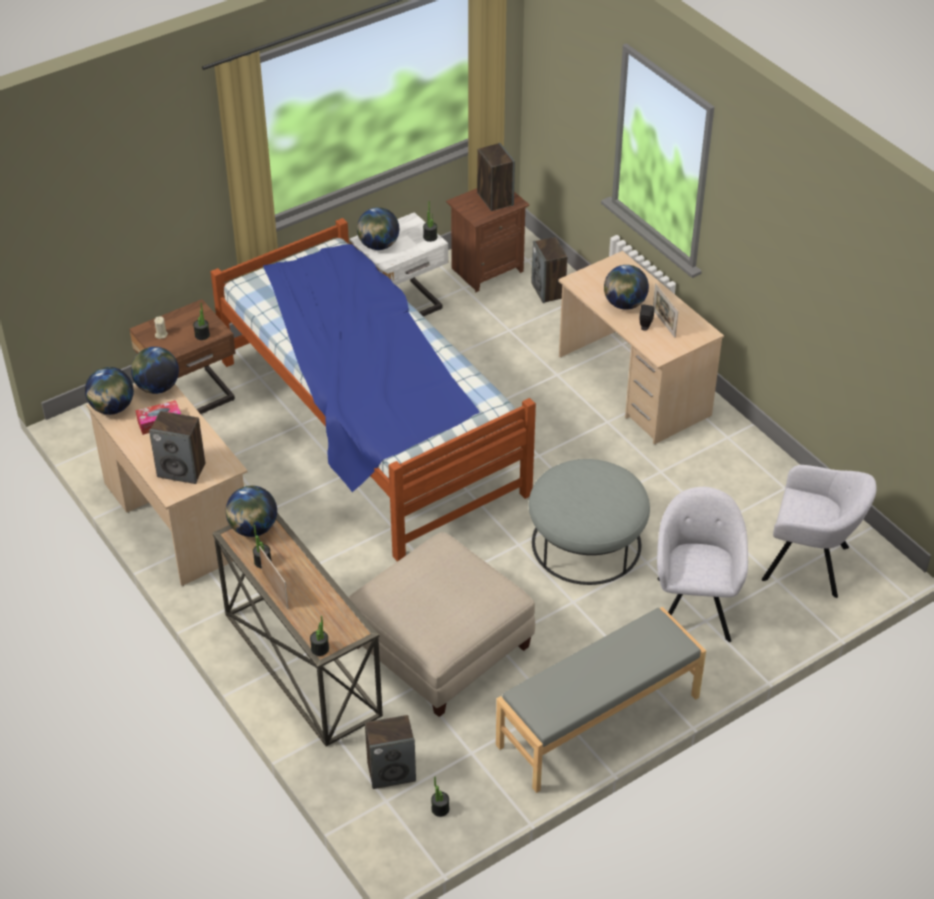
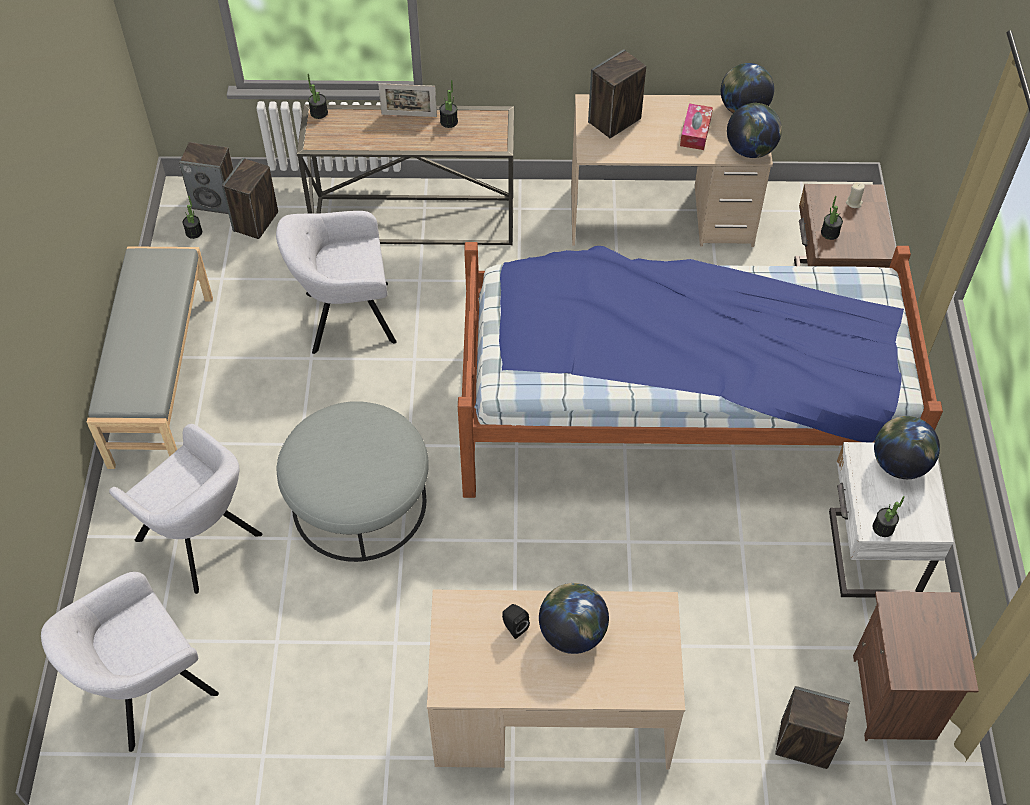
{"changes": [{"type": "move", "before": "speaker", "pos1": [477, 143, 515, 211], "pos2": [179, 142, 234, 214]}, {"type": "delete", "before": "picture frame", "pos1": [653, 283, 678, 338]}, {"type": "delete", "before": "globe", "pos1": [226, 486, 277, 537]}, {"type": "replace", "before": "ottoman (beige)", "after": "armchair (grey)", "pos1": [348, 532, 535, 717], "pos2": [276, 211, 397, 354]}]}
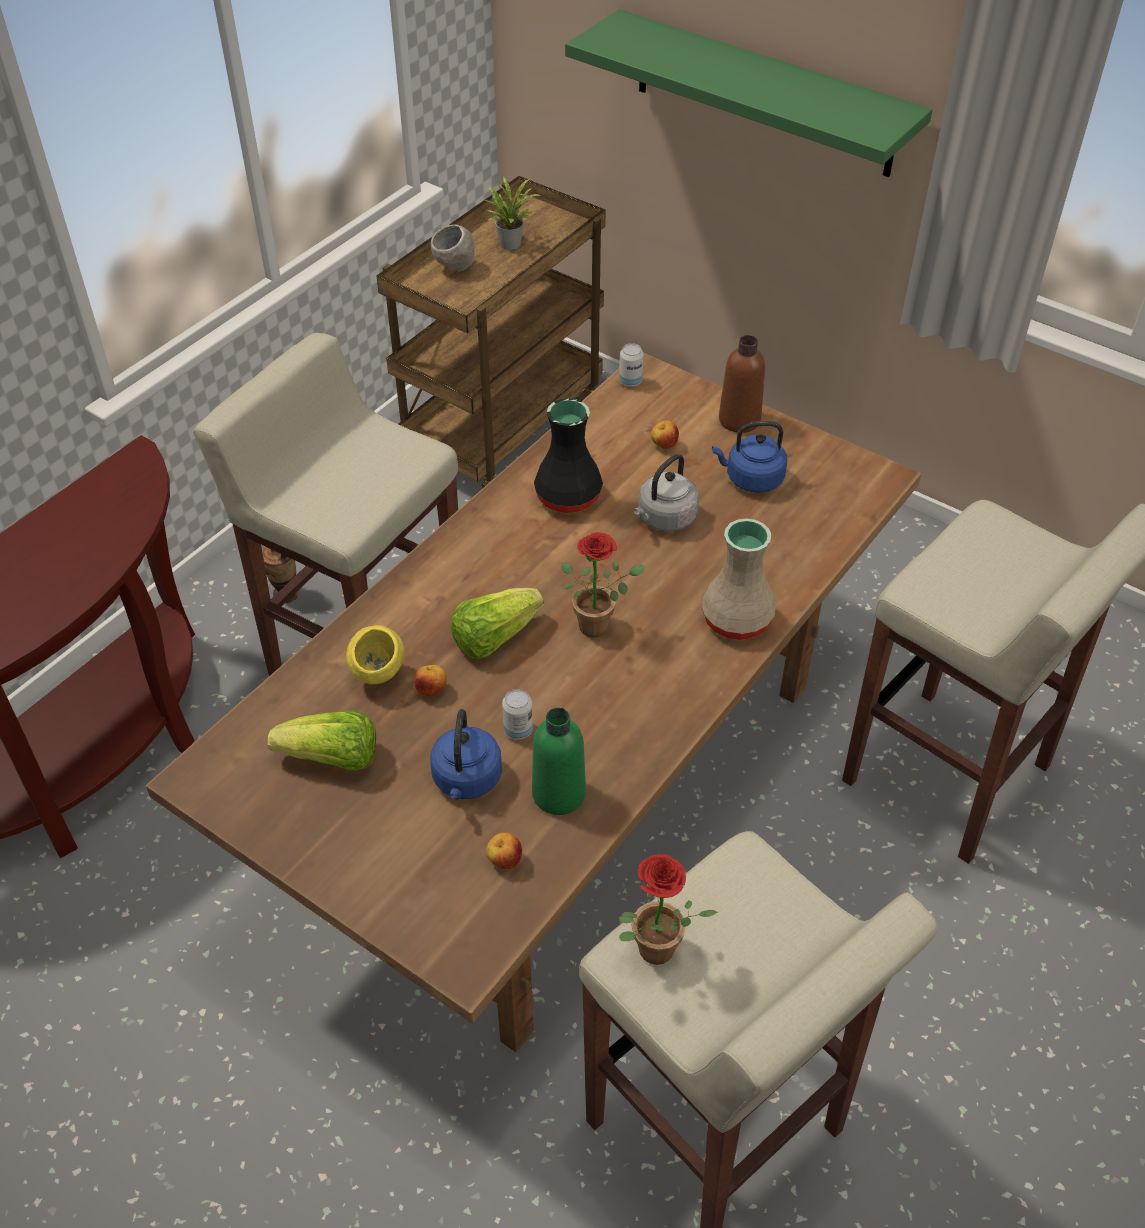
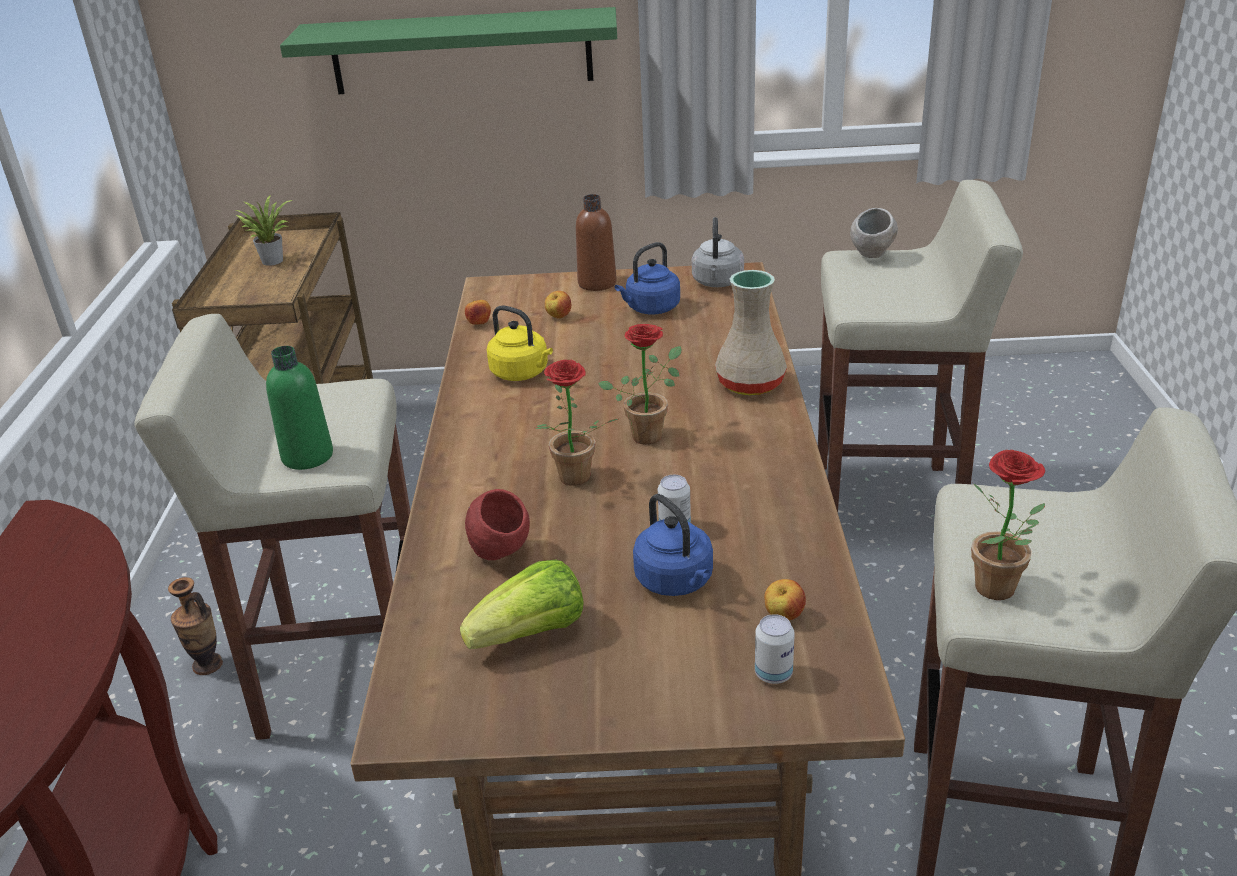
{"changes": [{"type": "move", "before": "bowl (grey)", "pos1": [431, 224, 475, 272], "pos2": [850, 208, 898, 258]}, {"type": "move", "before": "can", "pos1": [619, 343, 644, 387], "pos2": [755, 614, 795, 684]}, {"type": "replace", "before": "vase (black)", "after": "kettle (yellow)", "pos1": [534, 398, 603, 513], "pos2": [487, 305, 553, 381]}, {"type": "move", "before": "kettle (grey)", "pos1": [633, 454, 699, 531], "pos2": [692, 217, 744, 287]}, {"type": "replace", "before": "lettuce", "after": "potted plant", "pos1": [451, 588, 544, 660], "pos2": [535, 359, 618, 486]}, {"type": "recolor", "before": "bowl (yellow)", "after": "bowl (red)", "pos1": [346, 625, 405, 684], "pos2": [465, 489, 530, 560]}, {"type": "move", "before": "apple", "pos1": [414, 665, 447, 696], "pos2": [465, 300, 491, 324]}, {"type": "move", "before": "bottle (green)", "pos1": [532, 707, 586, 815], "pos2": [266, 346, 333, 470]}]}
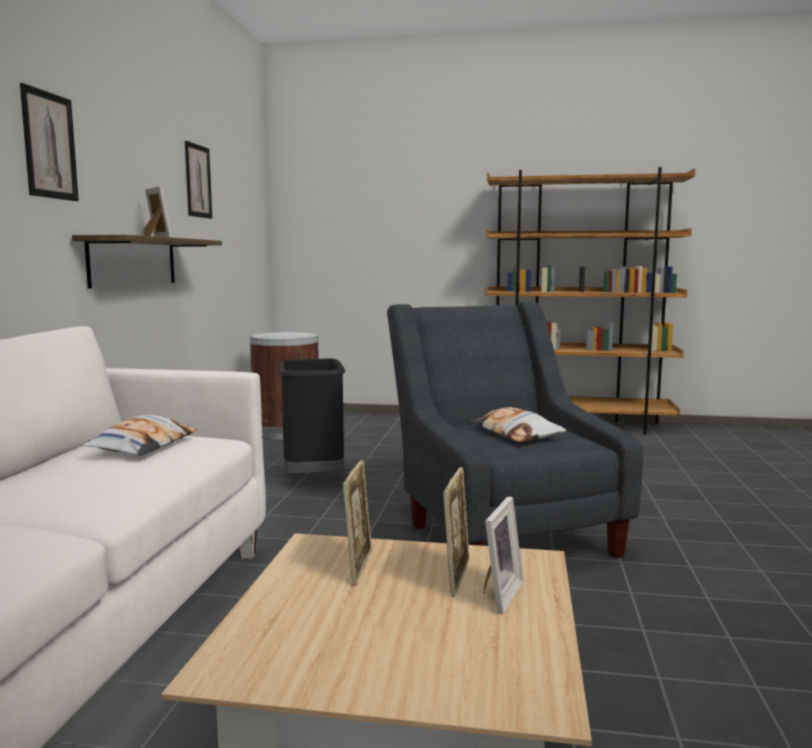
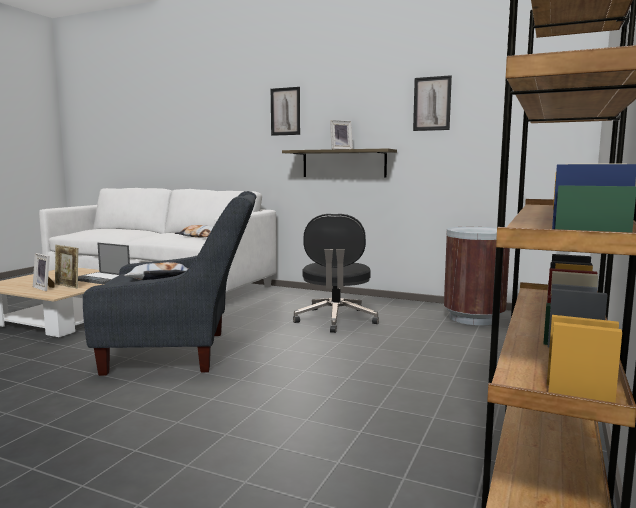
{"changes": [{"type": "replace", "before": "trash can (black)", "after": "office chair (black)", "pos1": [279, 358, 345, 474], "pos2": [293, 214, 379, 333]}, {"type": "replace", "before": "picture frame", "after": "laptop", "pos1": [343, 460, 372, 585], "pos2": [78, 243, 130, 284]}]}
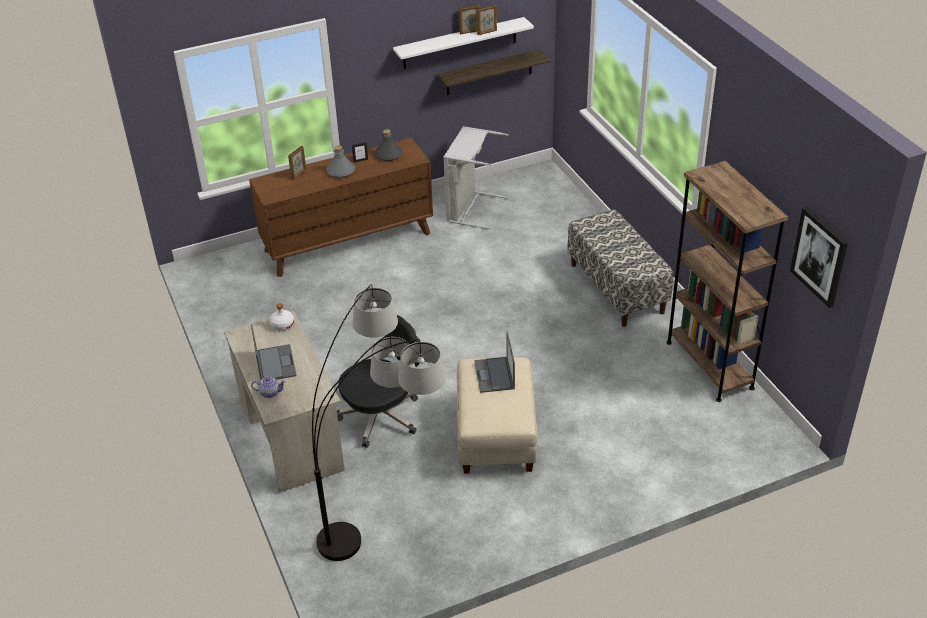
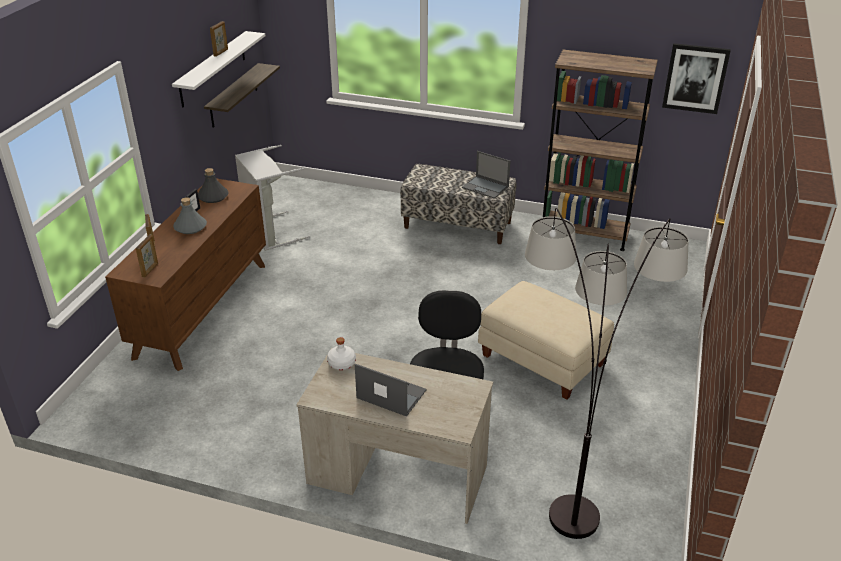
{"changes": [{"type": "move", "before": "picture frame", "pos1": [477, 4, 497, 35], "pos2": [136, 235, 158, 277]}, {"type": "move", "before": "laptop", "pos1": [474, 332, 515, 393], "pos2": [462, 151, 511, 199]}, {"type": "delete", "before": "teapot", "pos1": [251, 376, 286, 398]}]}
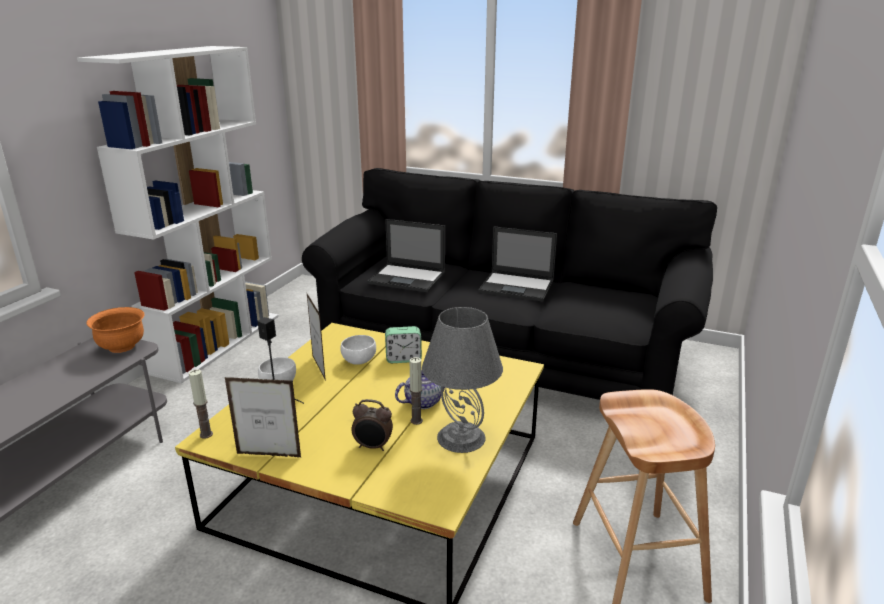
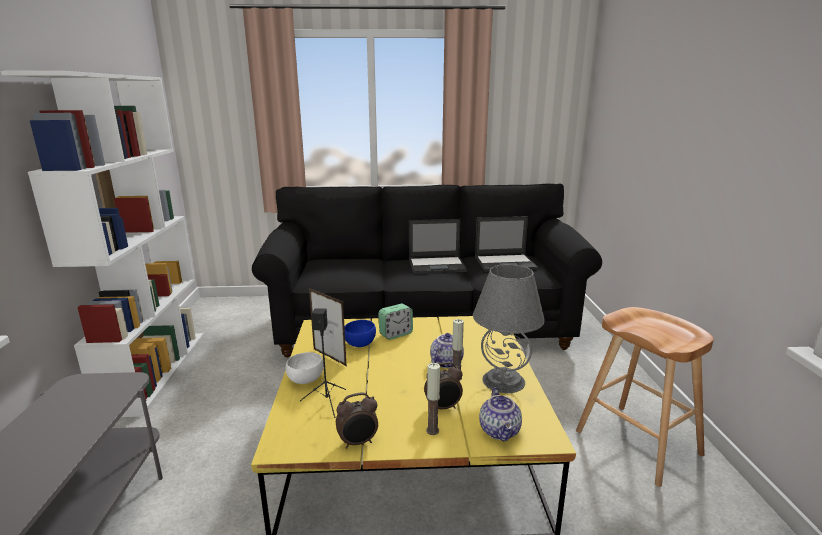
{"changes": [{"type": "move", "before": "laptop", "pos1": [367, 219, 445, 292], "pos2": [475, 216, 538, 272]}, {"type": "delete", "before": "bowl (orange)", "pos1": [86, 307, 145, 353]}, {"type": "recolor", "before": "bowl (white)", "after": "bowl (blue)", "pos1": [340, 335, 376, 365], "pos2": [344, 320, 376, 347]}, {"type": "move", "before": "candle", "pos1": [189, 369, 213, 439], "pos2": [426, 363, 440, 435]}, {"type": "replace", "before": "picture frame", "after": "alarm clock", "pos1": [225, 377, 302, 458], "pos2": [336, 393, 378, 449]}, {"type": "insert", "after": "teapot", "pos2": [479, 387, 522, 441]}]}
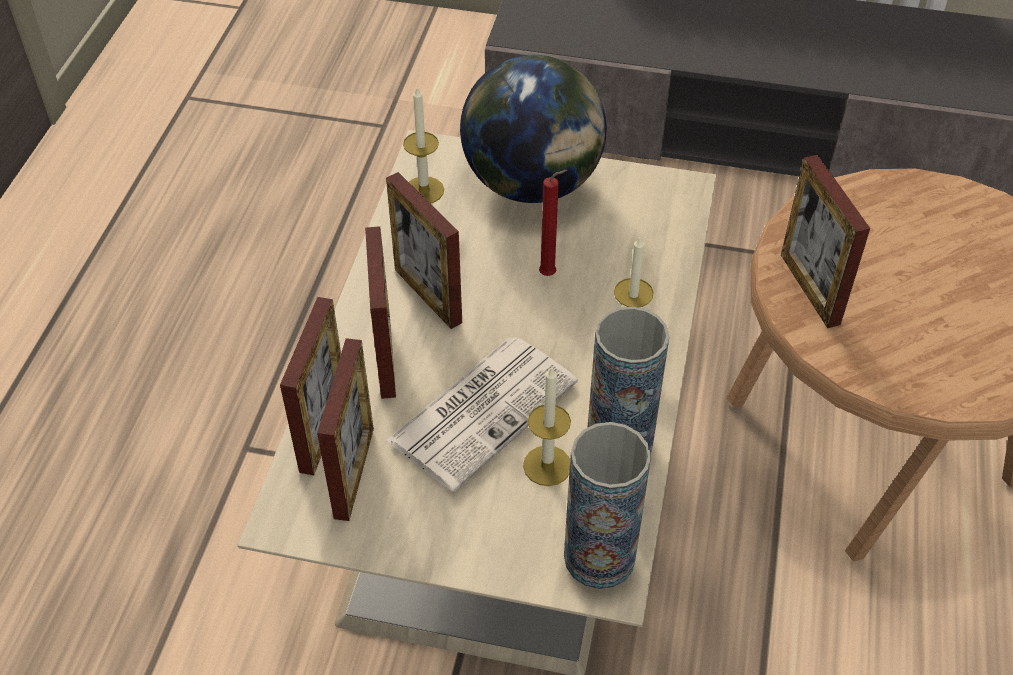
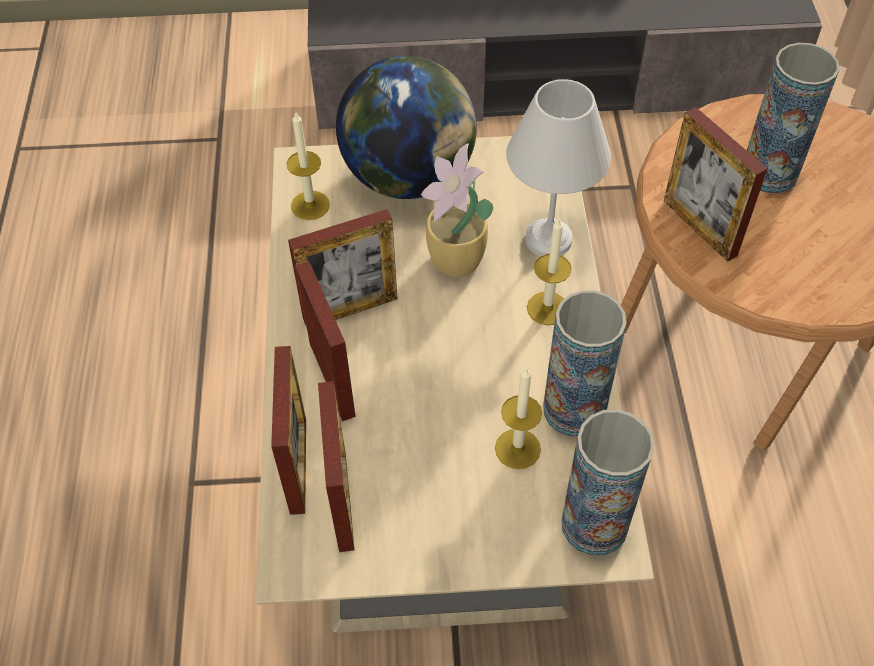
{"changes": [{"type": "replace", "before": "candle (red)", "after": "potted plant", "pos1": [539, 170, 567, 276], "pos2": [421, 143, 493, 277]}, {"type": "rotate", "before": "picture frame", "pos1": [386, 172, 462, 329], "pos2": [288, 209, 397, 325], "turn": -60}, {"type": "delete", "before": "newspaper", "pos1": [386, 337, 578, 492]}, {"type": "insert", "after": "vase", "pos2": [747, 43, 840, 194]}, {"type": "insert", "after": "table lamp (white)", "pos2": [506, 79, 611, 256]}]}
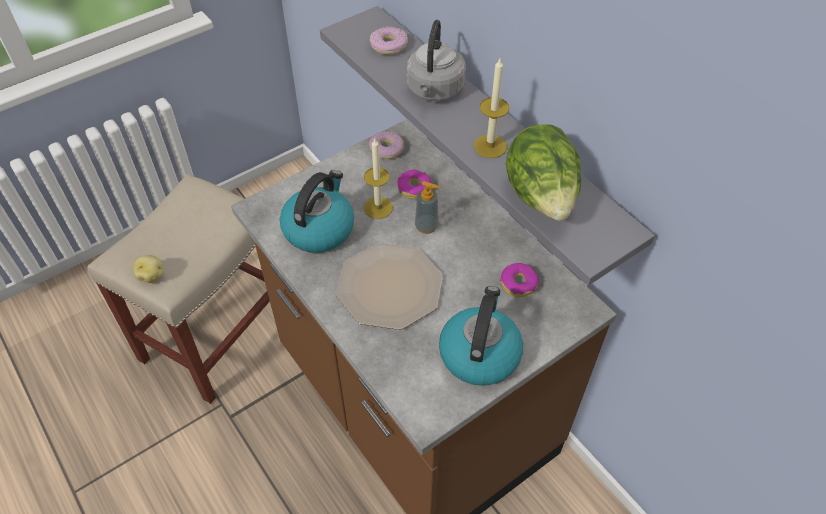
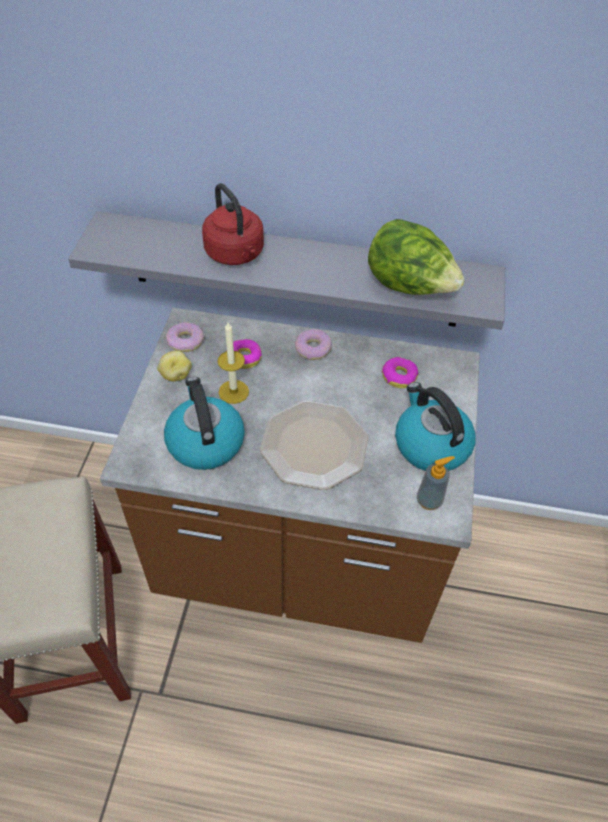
{"changes": [{"type": "recolor", "before": "kettle (grey)", "after": "kettle (red)", "pos1": [407, 20, 466, 101], "pos2": [202, 183, 264, 265]}, {"type": "move", "before": "donut", "pos1": [370, 26, 408, 55], "pos2": [295, 329, 332, 360]}, {"type": "delete", "before": "candle", "pos1": [474, 59, 509, 158]}, {"type": "move", "before": "soap dispenser", "pos1": [415, 181, 440, 234], "pos2": [417, 456, 455, 510]}, {"type": "move", "before": "potato", "pos1": [133, 255, 164, 283], "pos2": [157, 351, 192, 382]}]}
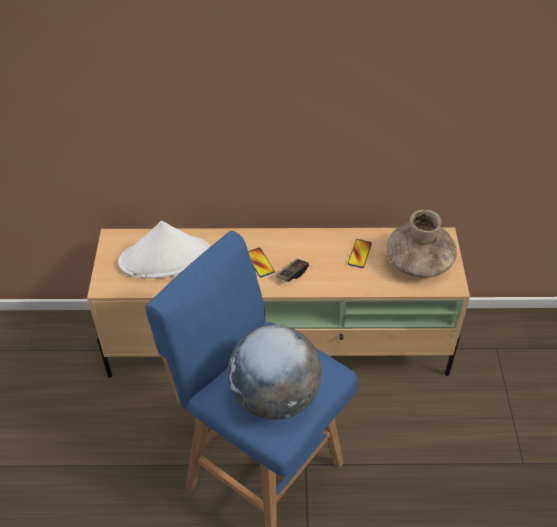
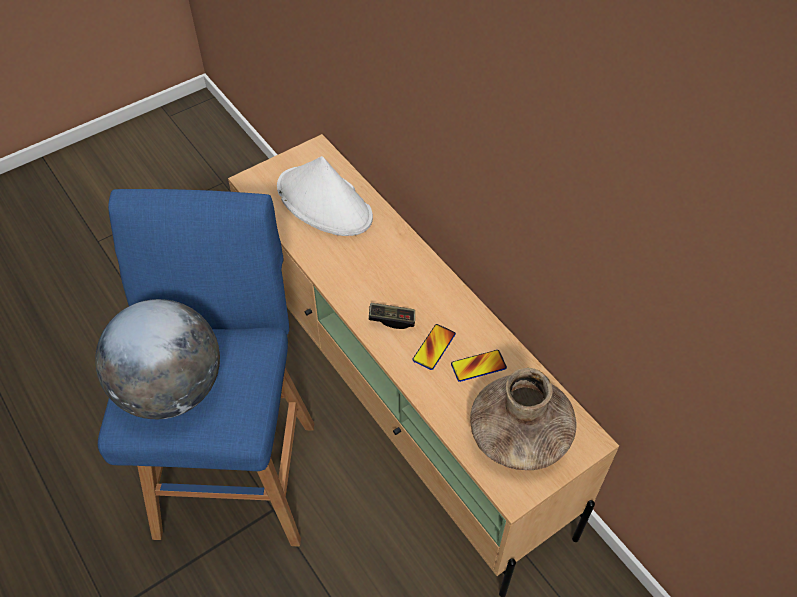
{"changes": [{"type": "move", "before": "phone", "pos1": [248, 248, 275, 277], "pos2": [412, 324, 456, 370]}]}
